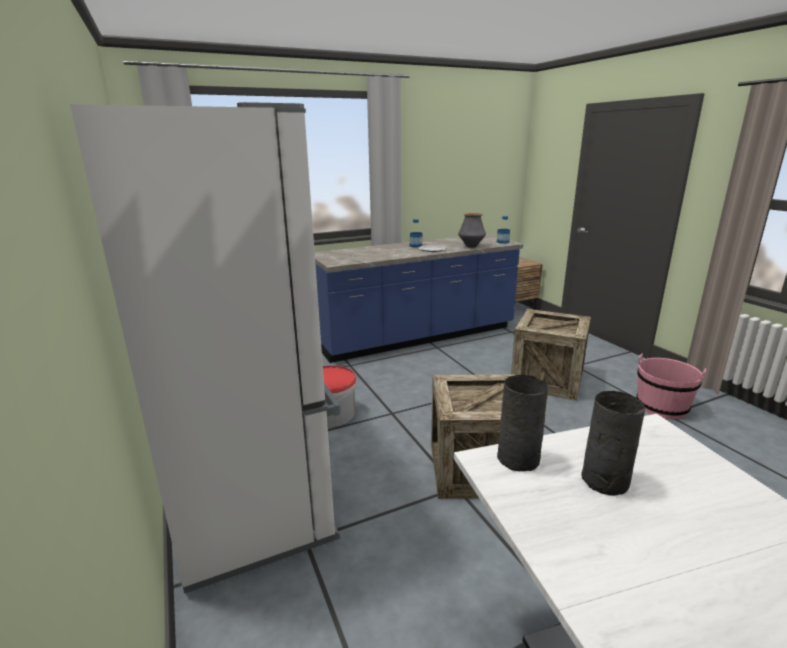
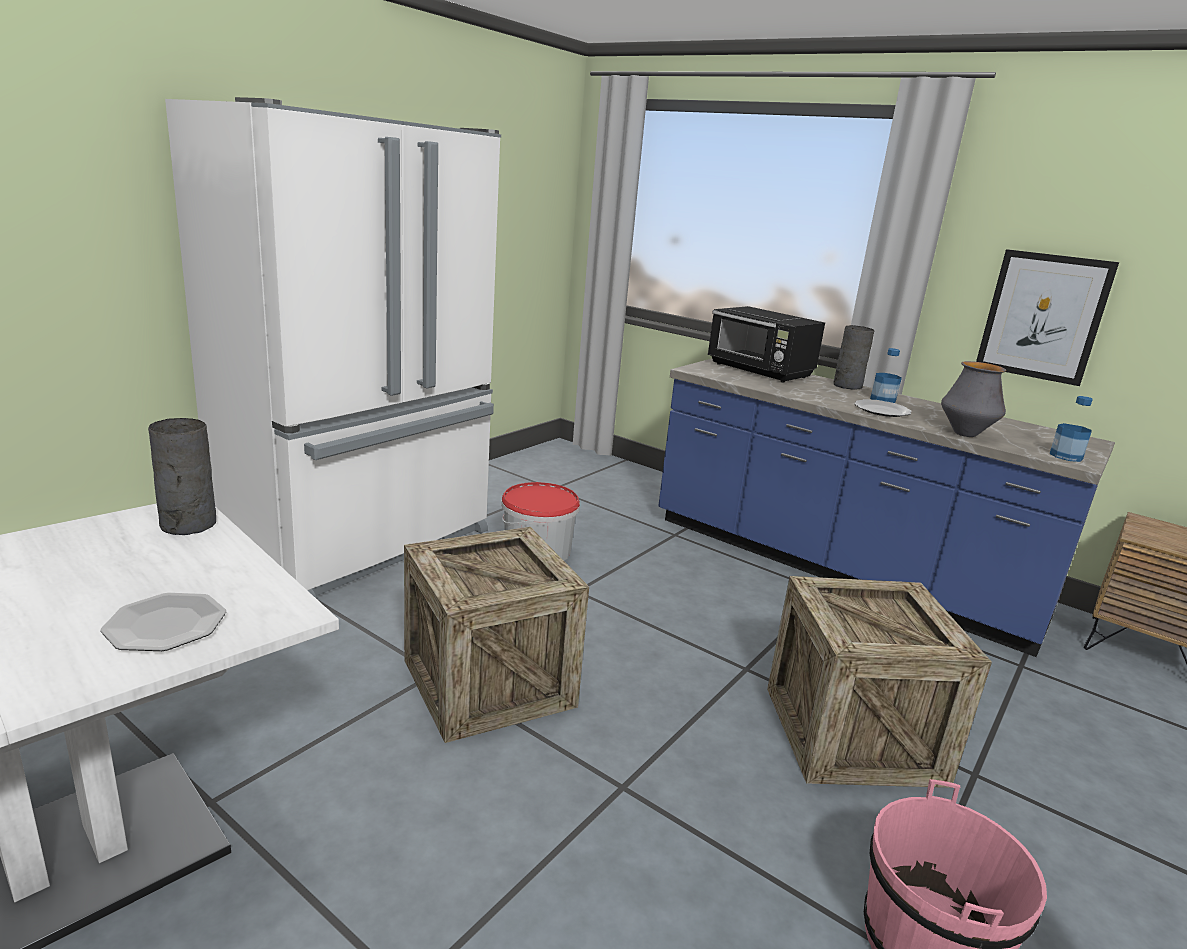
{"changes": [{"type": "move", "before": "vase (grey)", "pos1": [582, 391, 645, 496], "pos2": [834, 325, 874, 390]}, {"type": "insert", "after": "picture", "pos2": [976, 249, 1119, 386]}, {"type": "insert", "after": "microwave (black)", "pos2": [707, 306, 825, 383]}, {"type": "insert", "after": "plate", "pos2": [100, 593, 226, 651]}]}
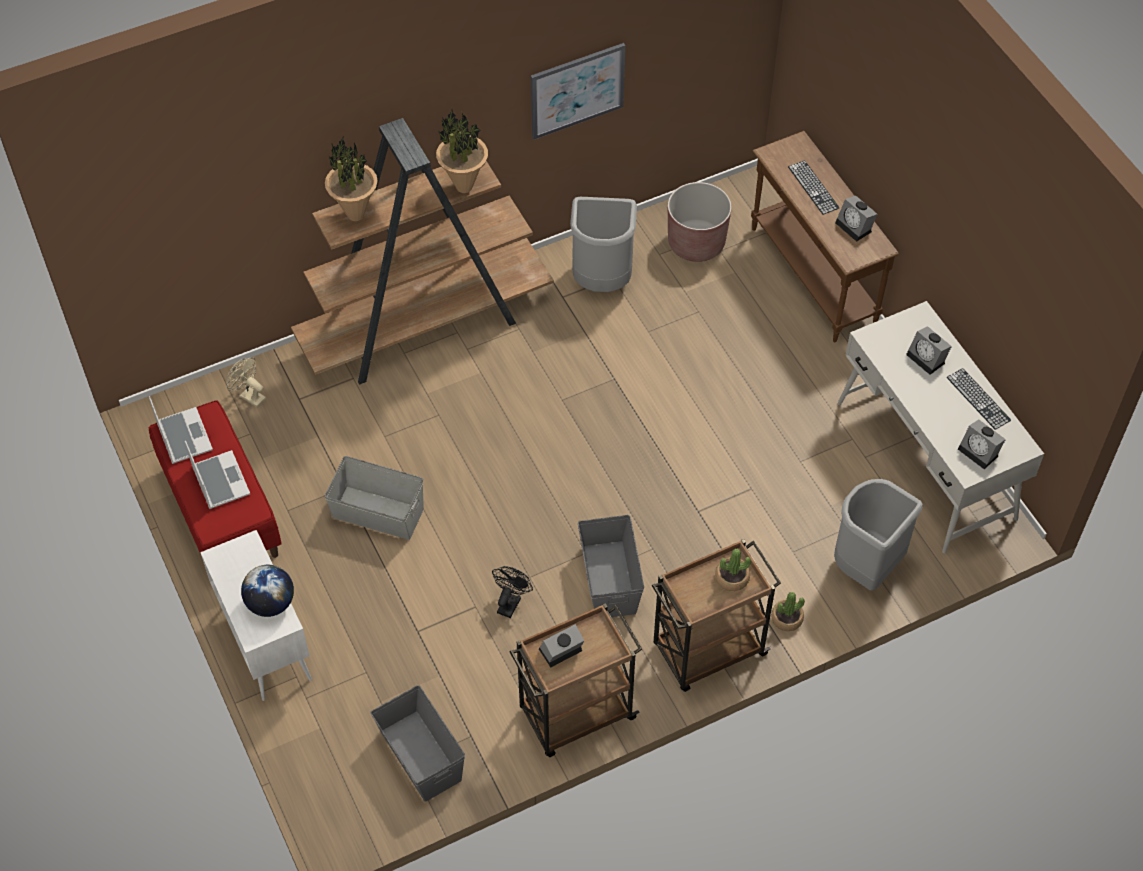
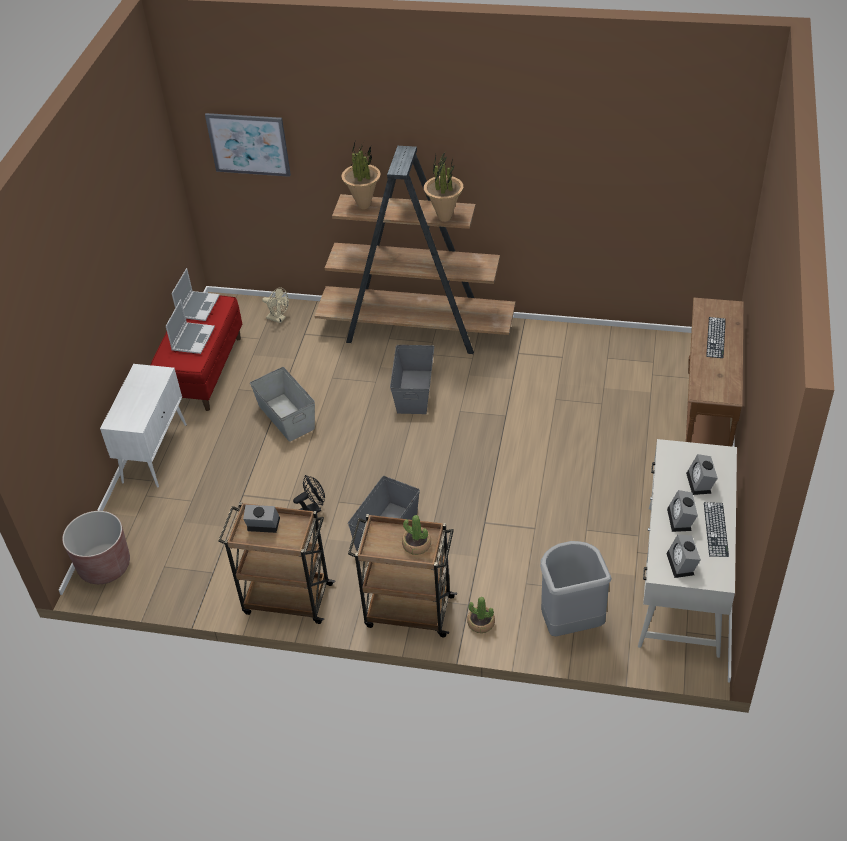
{"changes": [{"type": "move", "before": "picture", "pos1": [531, 43, 625, 140], "pos2": [205, 113, 291, 177]}, {"type": "move", "before": "planter (brown)", "pos1": [668, 182, 732, 262], "pos2": [62, 511, 130, 584]}, {"type": "move", "before": "alarm clock", "pos1": [835, 196, 877, 242], "pos2": [667, 490, 698, 532]}, {"type": "delete", "before": "trash can (grey)", "pos1": [570, 197, 637, 292]}, {"type": "rotate", "before": "fan (beige)", "pos1": [226, 357, 266, 407], "pos2": [262, 287, 289, 323], "turn": 135}, {"type": "delete", "before": "globe", "pos1": [241, 565, 294, 617]}, {"type": "move", "before": "storage box (grey)", "pos1": [371, 685, 465, 802], "pos2": [390, 345, 434, 414]}]}
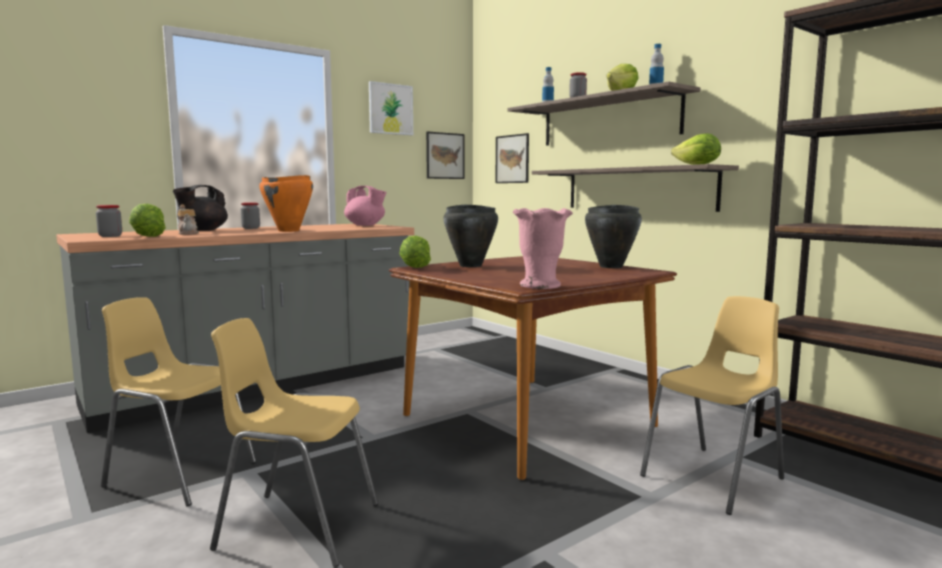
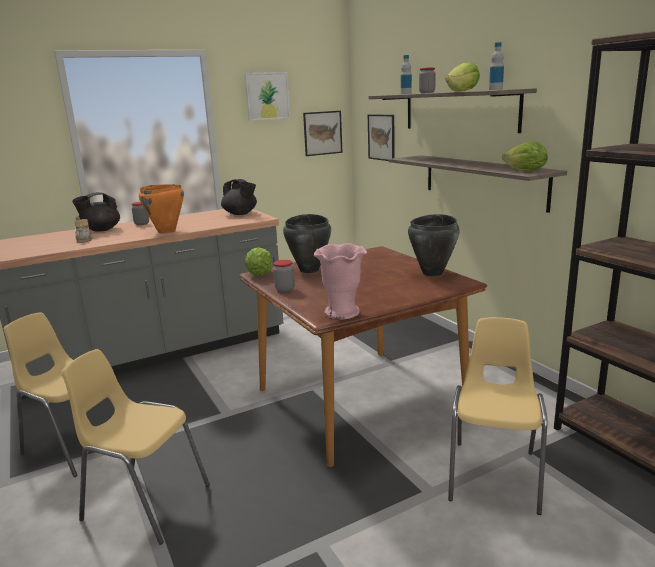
{"changes": [{"type": "recolor", "before": "teapot (pink)", "after": "teapot (black)", "pos1": [344, 186, 387, 226], "pos2": [221, 179, 257, 215]}, {"type": "delete", "before": "lettuce", "pos1": [129, 204, 166, 237]}, {"type": "move", "before": "jar", "pos1": [96, 205, 122, 237], "pos2": [273, 260, 295, 292]}, {"type": "rotate", "before": "chair (yellow)", "pos1": [640, 296, 784, 515], "pos2": [448, 317, 547, 515], "turn": -45}]}
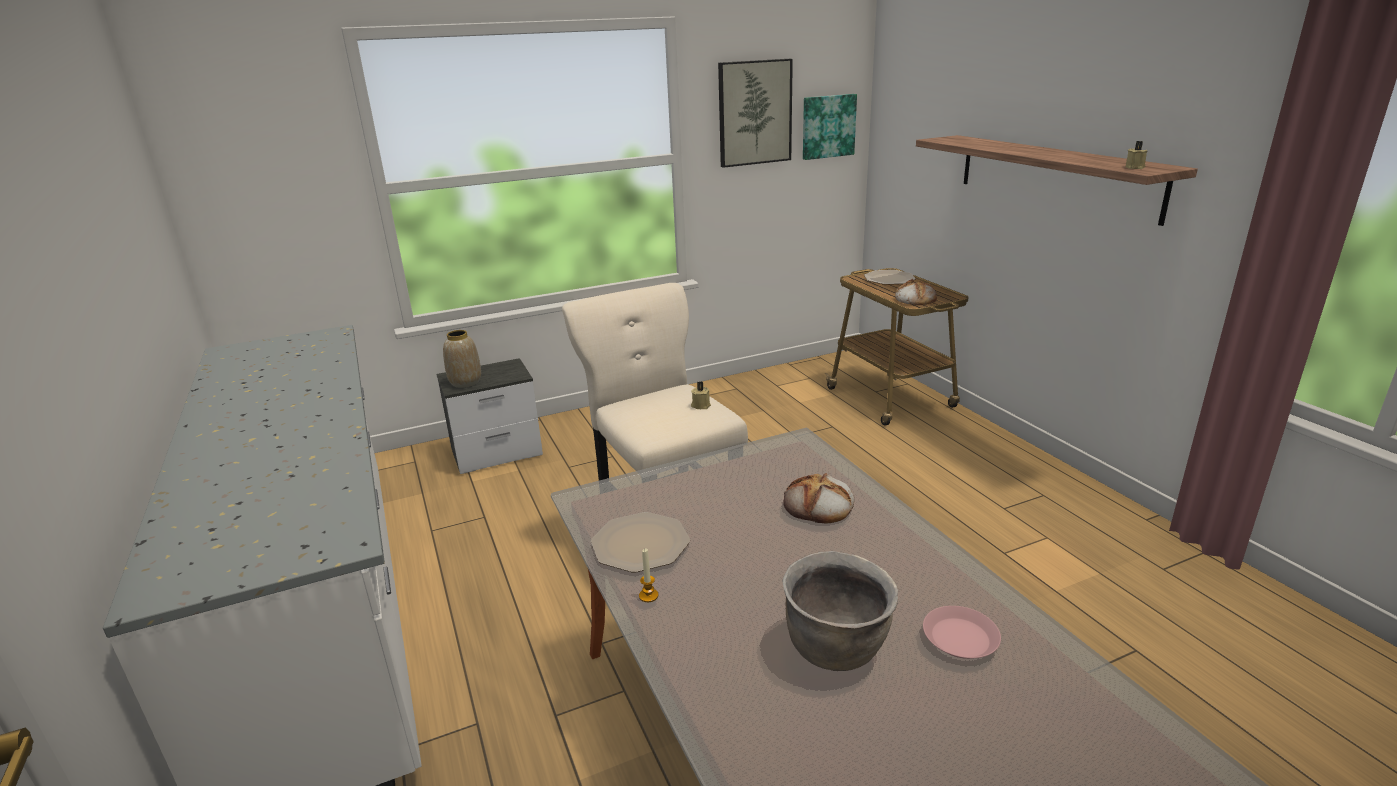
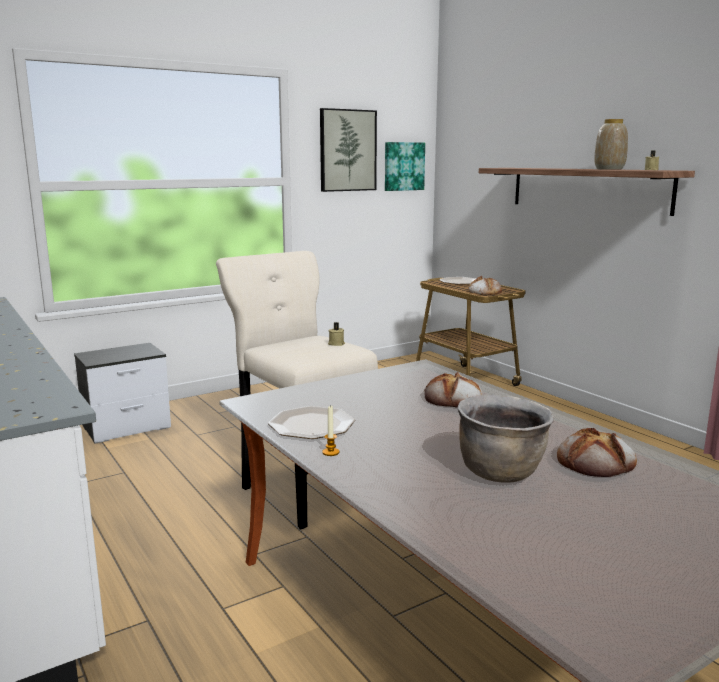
{"changes": [{"type": "move", "before": "vase", "pos1": [443, 330, 481, 388], "pos2": [594, 119, 628, 170]}, {"type": "replace", "before": "plate (pink)", "after": "bread", "pos1": [923, 606, 1001, 659], "pos2": [557, 428, 637, 477]}]}
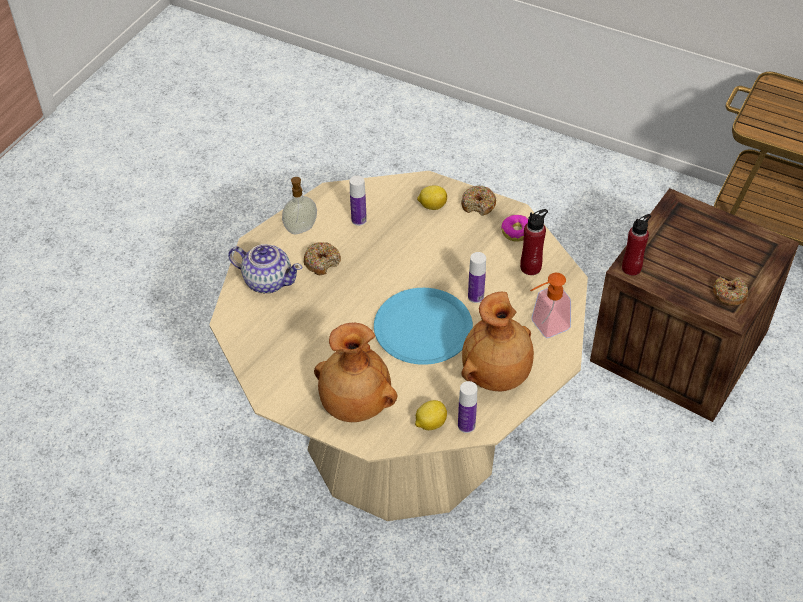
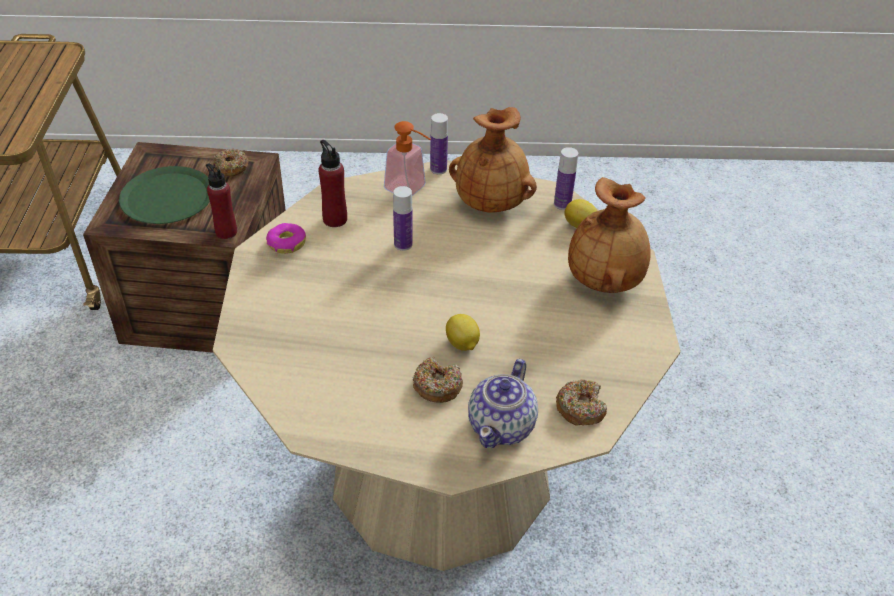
{"changes": [{"type": "move", "before": "bottle", "pos1": [350, 175, 367, 226], "pos2": [430, 113, 448, 174]}, {"type": "delete", "before": "soap dispenser", "pos1": [282, 177, 317, 234]}, {"type": "move", "before": "donut", "pos1": [461, 185, 496, 216], "pos2": [556, 379, 607, 425]}, {"type": "move", "before": "lemon", "pos1": [417, 186, 447, 210], "pos2": [446, 314, 480, 351]}, {"type": "rotate", "before": "teapot", "pos1": [228, 244, 302, 293], "pos2": [468, 359, 538, 448], "turn": -150}, {"type": "delete", "before": "plate (blue)", "pos1": [374, 288, 473, 365]}, {"type": "insert", "after": "plate (green)", "pos2": [119, 166, 210, 224]}]}
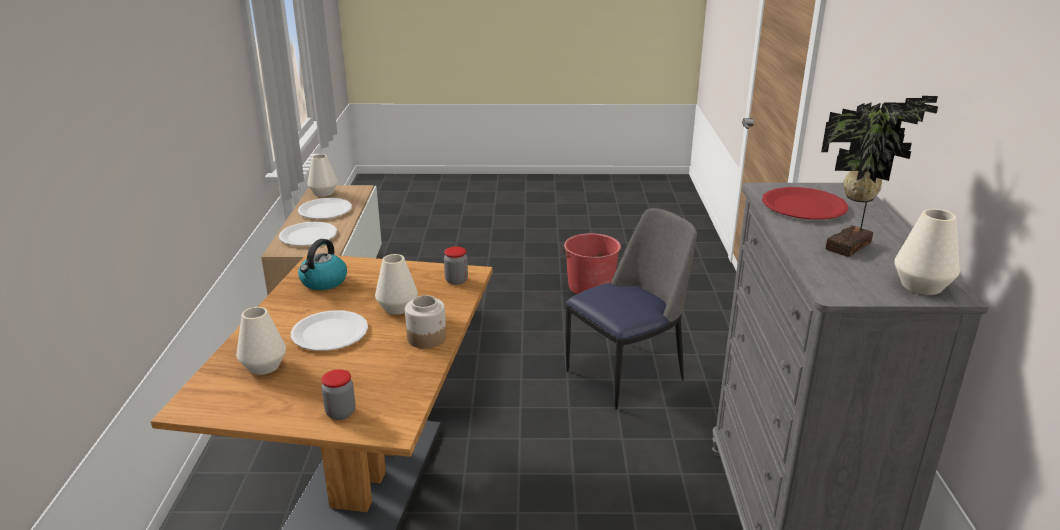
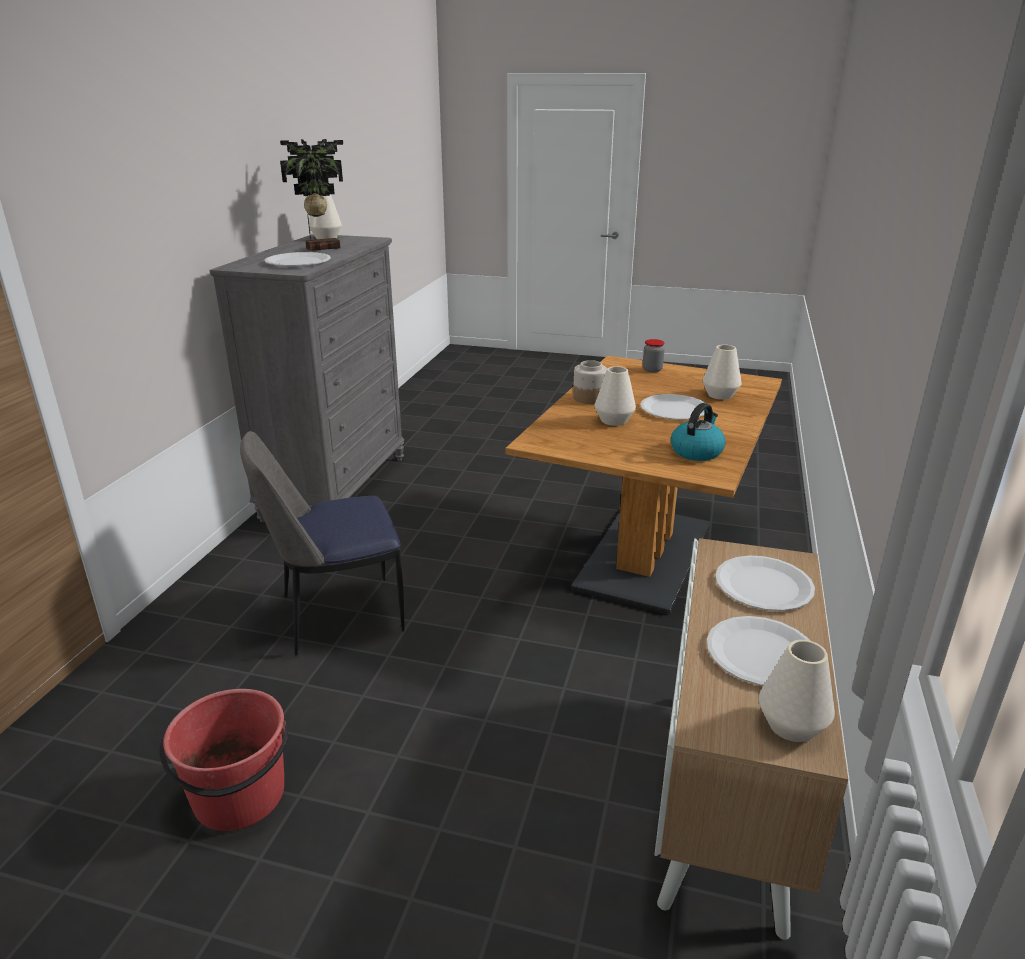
{"changes": [{"type": "recolor", "before": "plate (red)", "after": "plate (white)", "pos1": [762, 187, 848, 220], "pos2": [265, 252, 331, 267]}, {"type": "delete", "before": "jar", "pos1": [444, 247, 468, 285]}]}
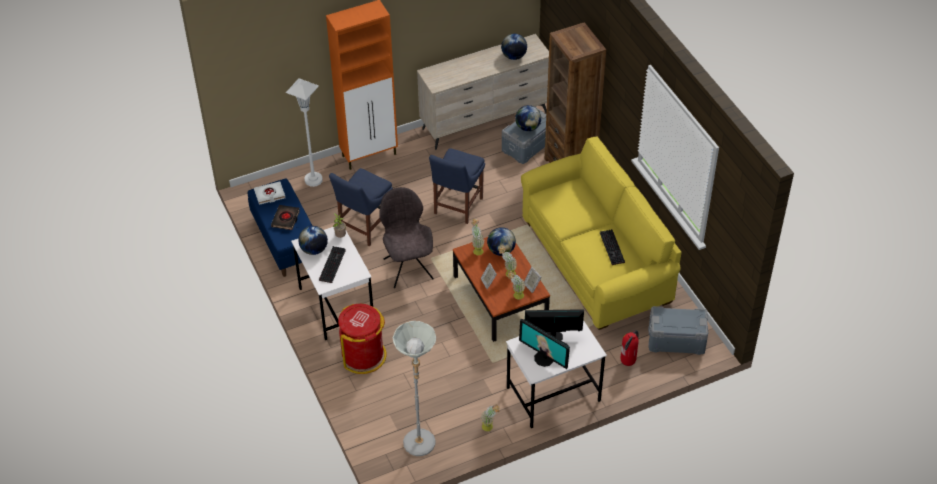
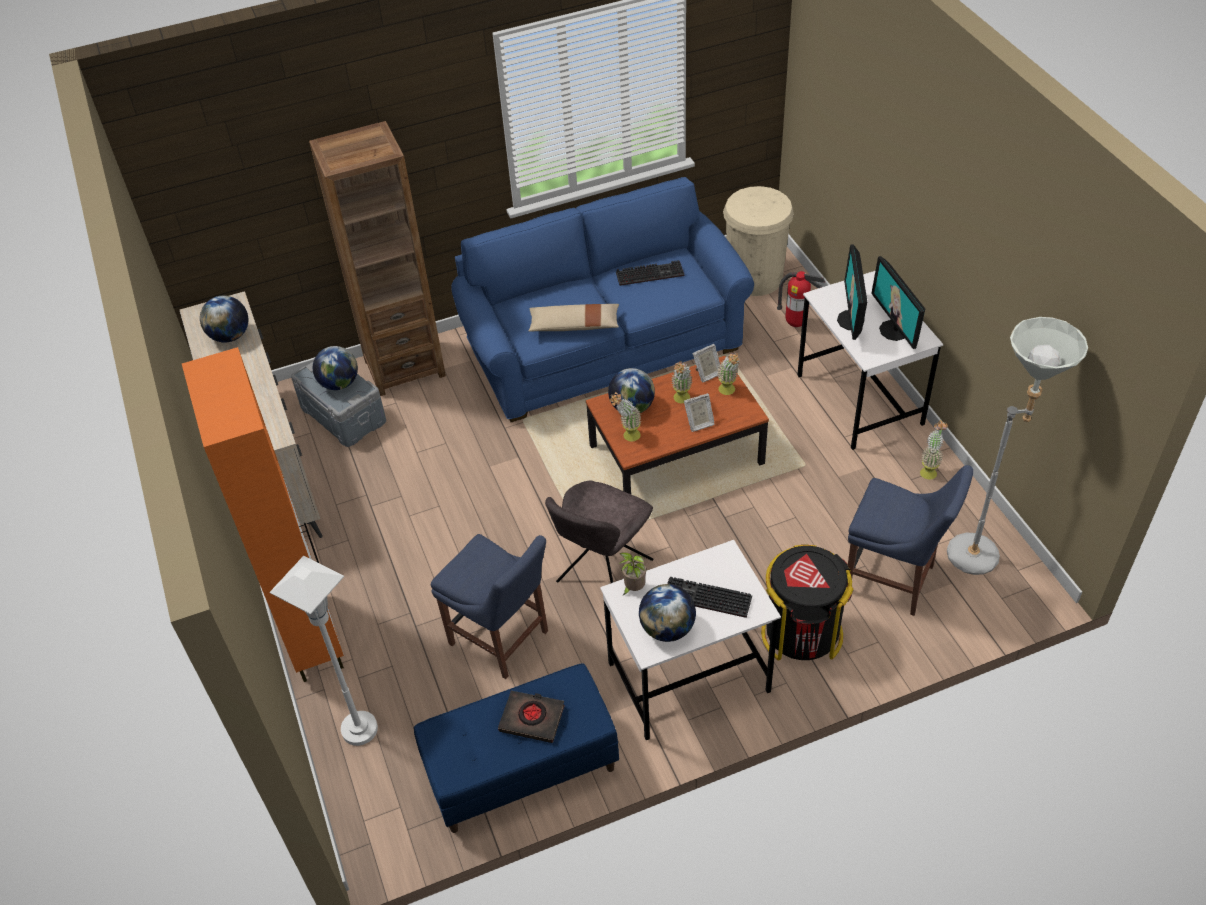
{"changes": [{"type": "recolor", "before": "sofa (yellow)", "after": "sofa (blue)", "pos1": [521, 136, 681, 330], "pos2": [451, 177, 754, 422]}, {"type": "move", "before": "chair (blue)", "pos1": [429, 148, 485, 224], "pos2": [847, 465, 973, 616]}, {"type": "delete", "before": "book (white)", "pos1": [254, 182, 285, 205]}, {"type": "rotate", "before": "chair (grey)", "pos1": [379, 187, 434, 288], "pos2": [545, 481, 653, 583], "turn": -45}, {"type": "recolor", "before": "trash can (red)", "after": "trash can (black)", "pos1": [338, 304, 387, 374], "pos2": [761, 544, 854, 661]}, {"type": "replace", "before": "storage box (grey)", "after": "trash can (beige)", "pos1": [648, 306, 708, 355], "pos2": [723, 186, 794, 296]}, {"type": "rotate", "before": "monitor", "pos1": [519, 319, 570, 369], "pos2": [871, 256, 925, 349], "turn": 120}, {"type": "insert", "after": "pillow (beige)", "pos2": [529, 304, 619, 332]}]}
